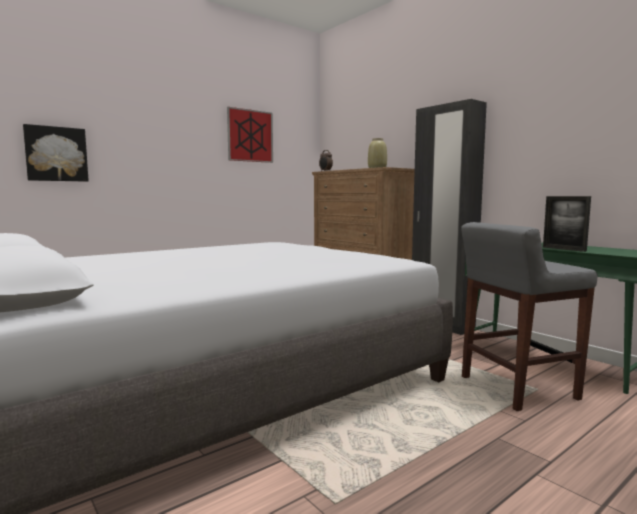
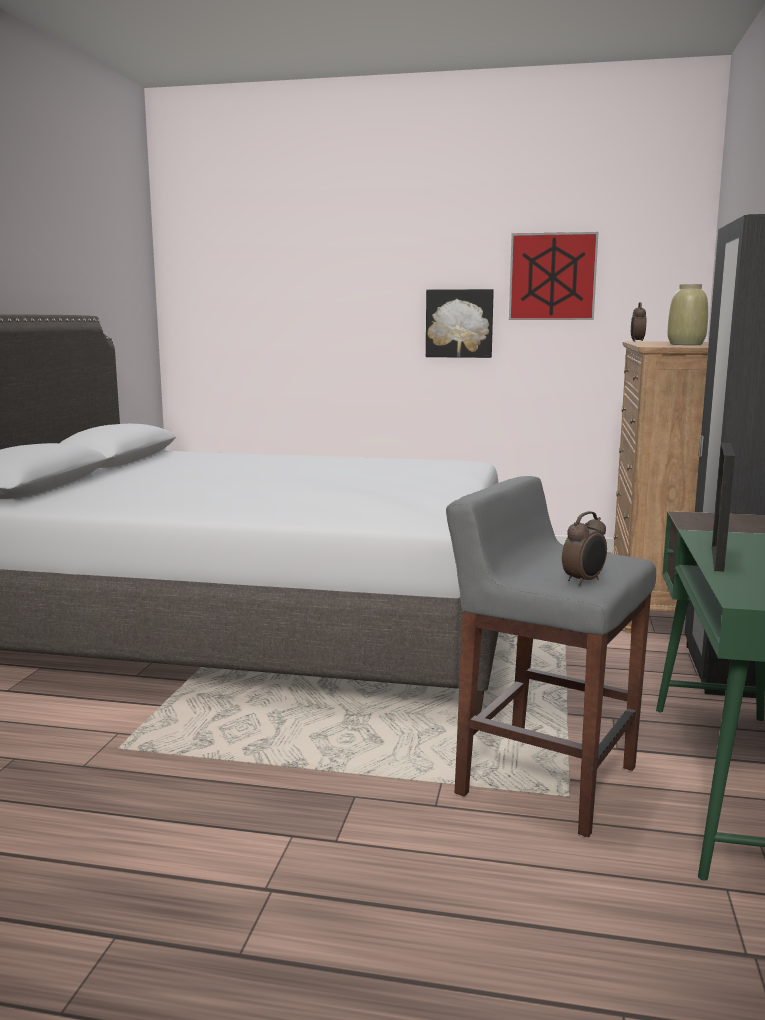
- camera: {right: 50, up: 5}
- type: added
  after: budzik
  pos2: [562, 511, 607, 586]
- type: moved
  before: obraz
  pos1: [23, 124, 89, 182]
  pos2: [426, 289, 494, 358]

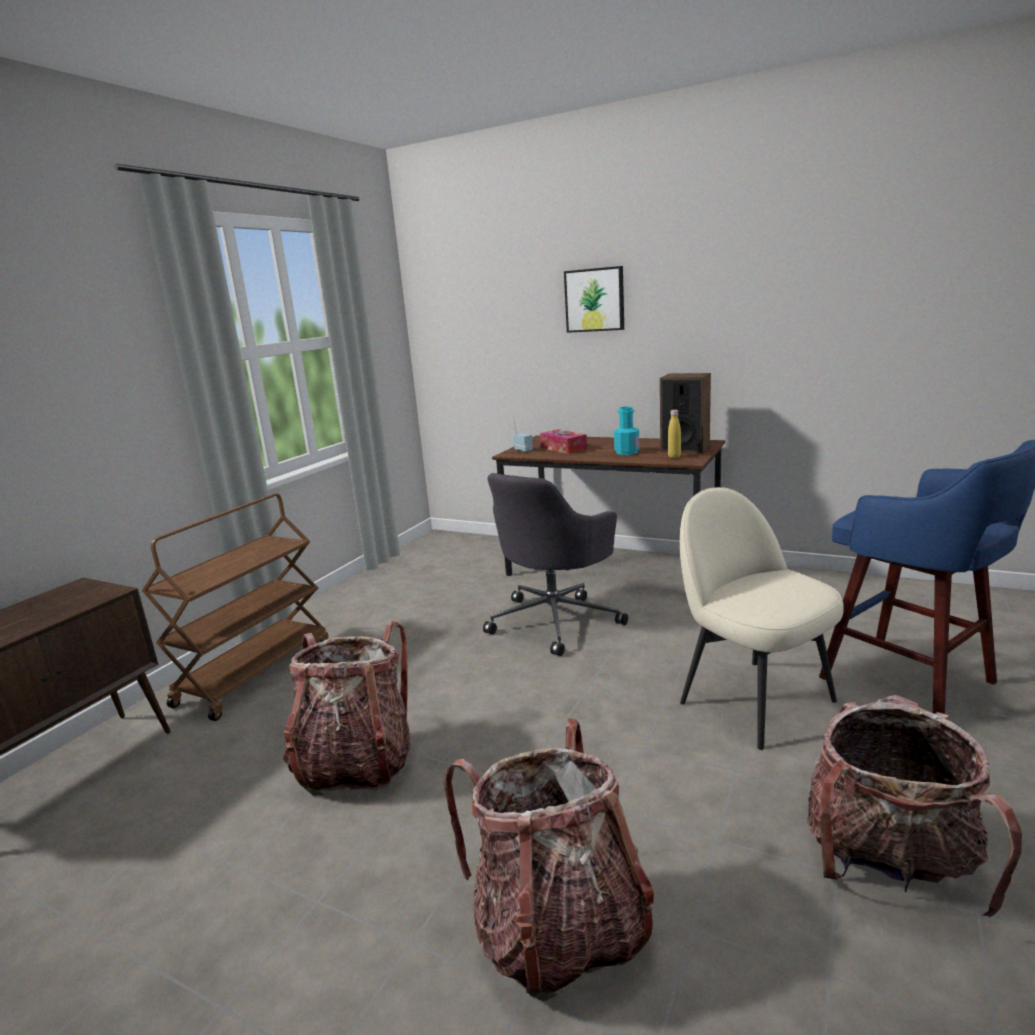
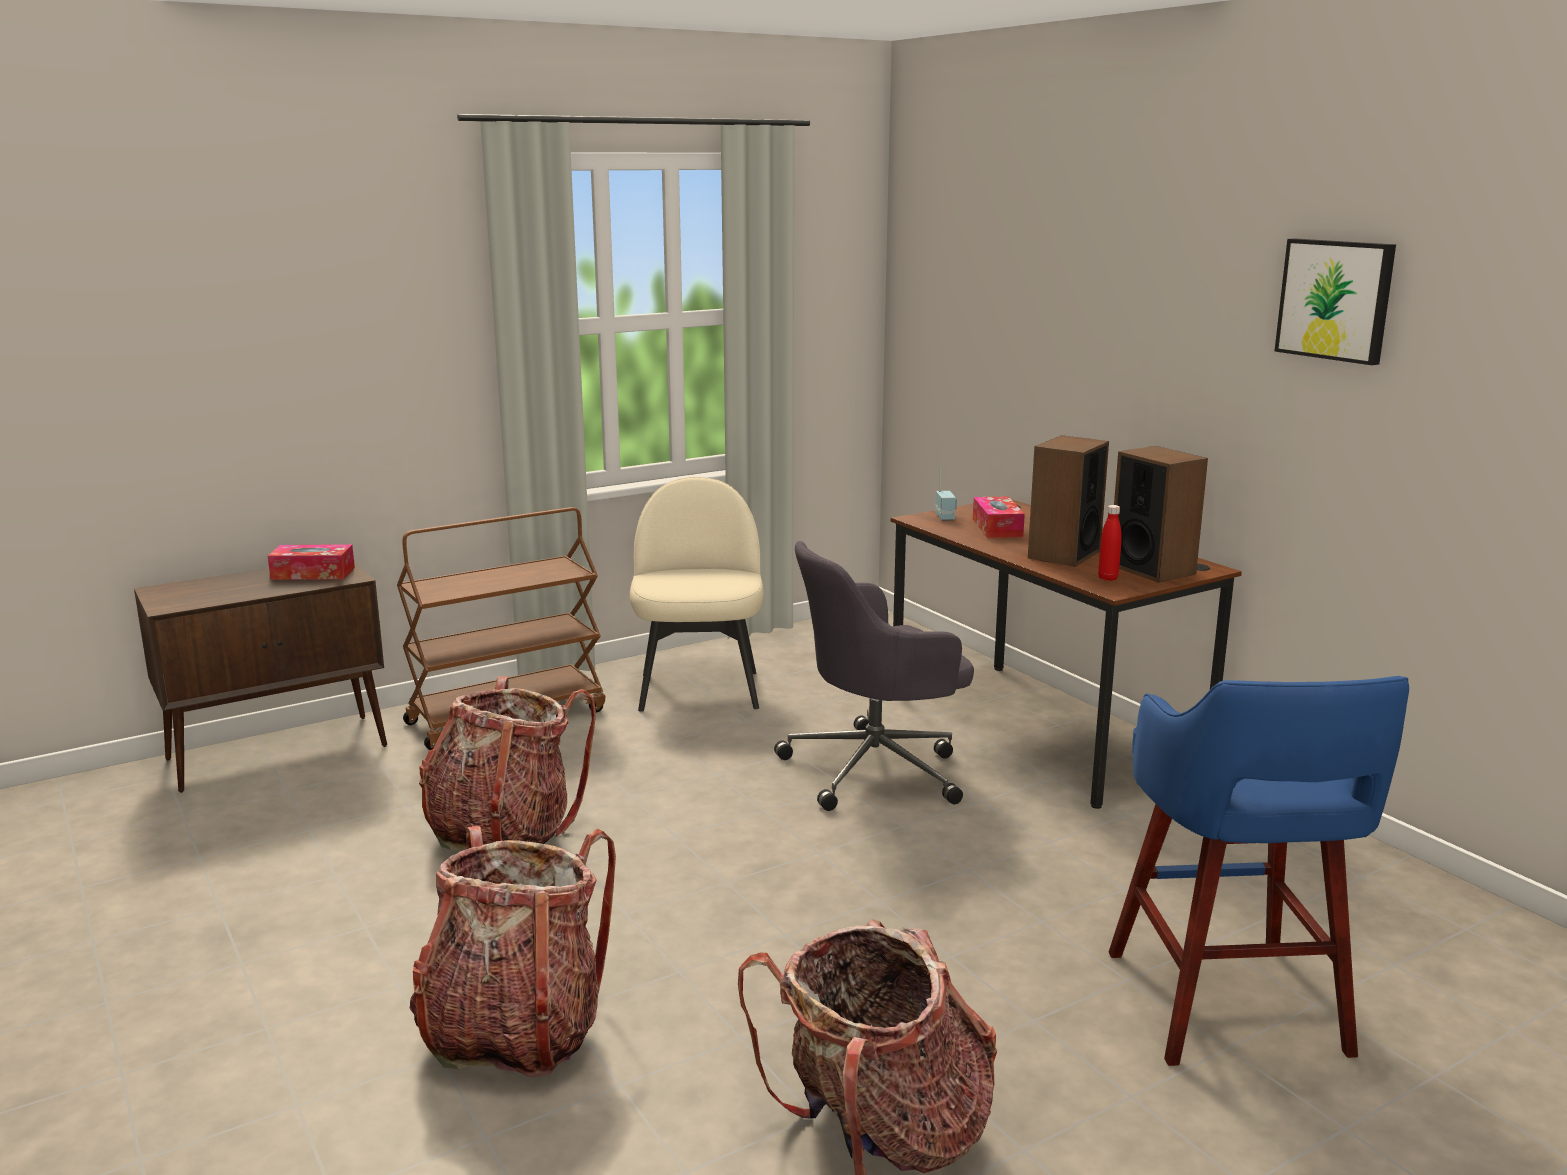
- camera: {right: 30, up: 0}
- type: added
  after: pudełko chusteczek
  pos2: [268, 544, 355, 580]
- type: moved
  before: obraz
  pos1: [564, 266, 624, 333]
  pos2: [1275, 239, 1396, 365]
- type: moved
  before: krzesło [beżowy]
  pos1: [680, 487, 844, 750]
  pos2: [630, 477, 764, 712]
- type: replaced
  before: butelka [turkusowy]
  after: głośnik
  pos1: [614, 406, 639, 455]
  pos2: [1028, 435, 1109, 567]
- type: recoloured
  before: butelka [żółty]
  after: butelka [czerwony]
  pos1: [668, 410, 681, 458]
  pos2: [1098, 505, 1122, 581]

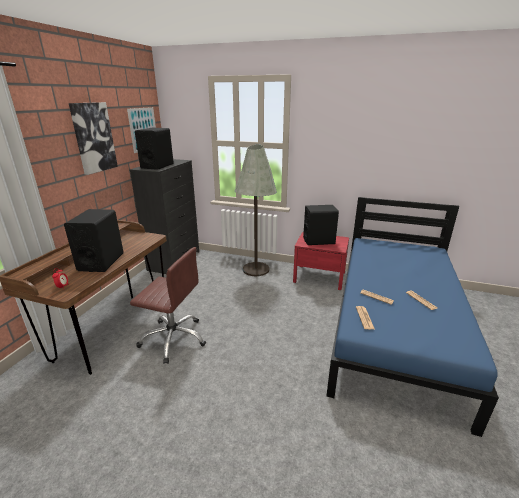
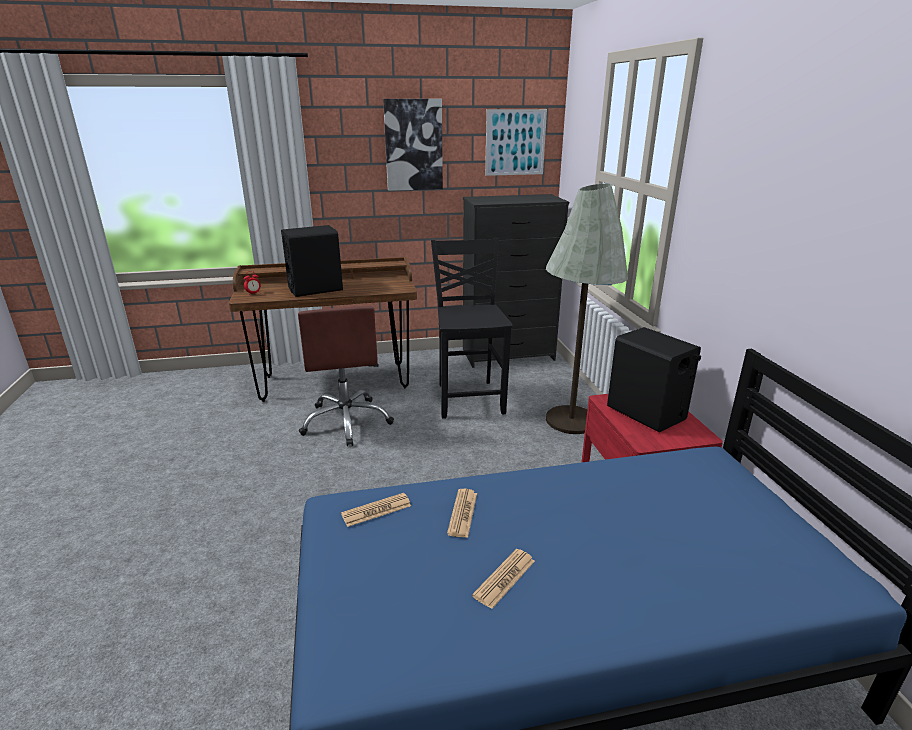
- camera: {right: 60, up: 0}
- type: removed
  before: głośnik [czarny]
  pos1: [135, 128, 174, 170]
- type: added
  after: krzesło [czarny]
  pos2: [431, 238, 513, 419]

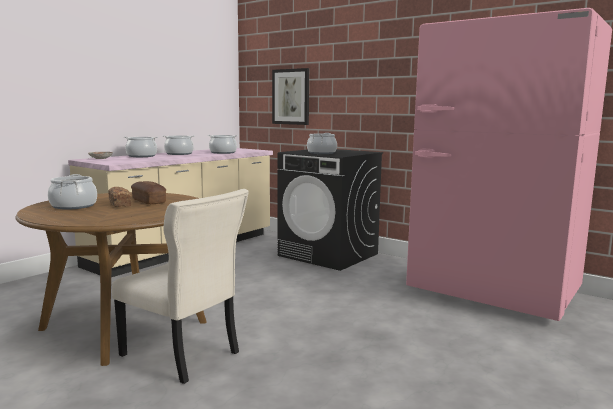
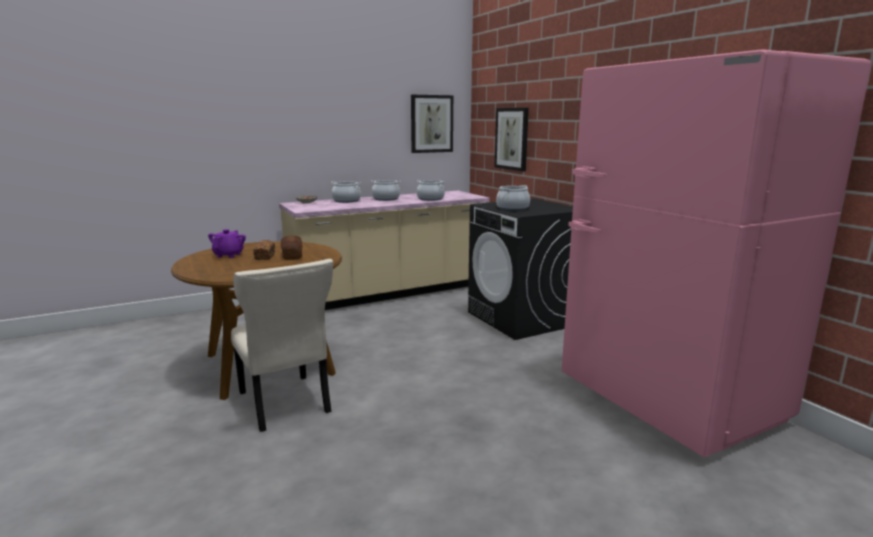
- camera: {right: 25, up: 5}
- type: added
  after: obraz
  pos2: [411, 95, 453, 153]
- type: replaced
  before: garnek
  after: imbryk [fioletowy]
  pos1: [48, 174, 97, 210]
  pos2: [208, 229, 246, 258]

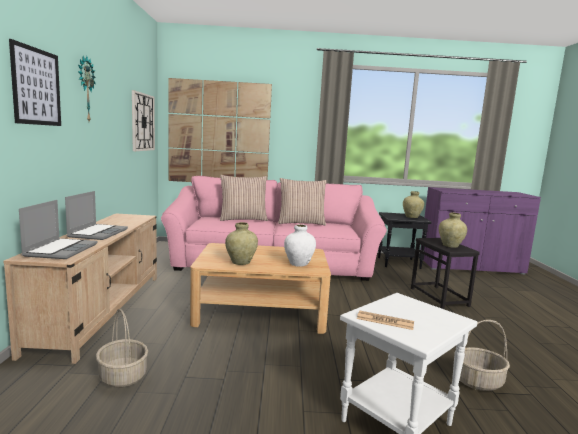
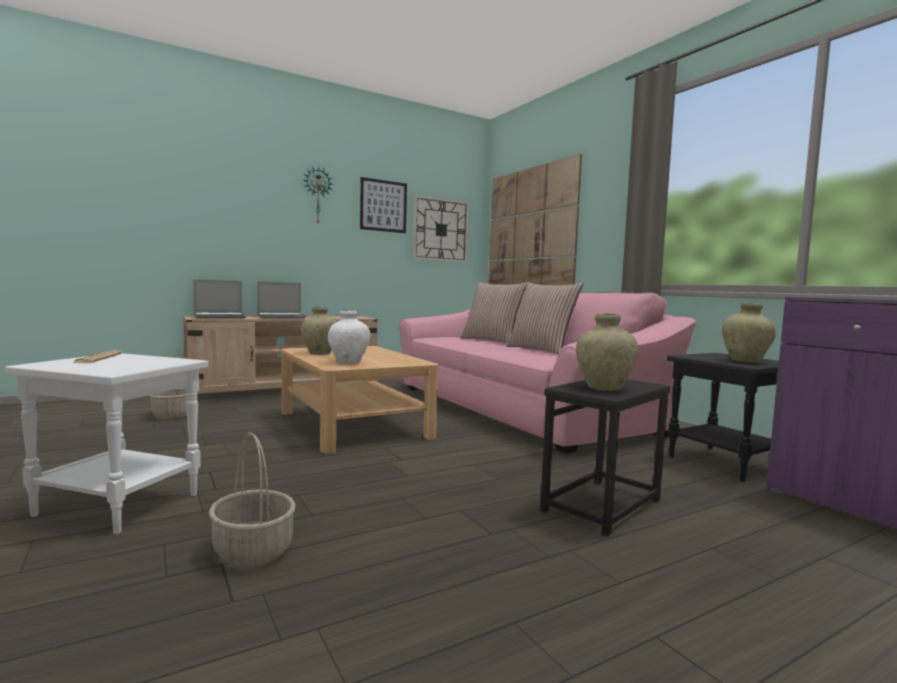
- camera: {right: 60, up: -5}
- type: moved
  before: obraz
  pos1: [9, 39, 61, 126]
  pos2: [360, 177, 407, 233]

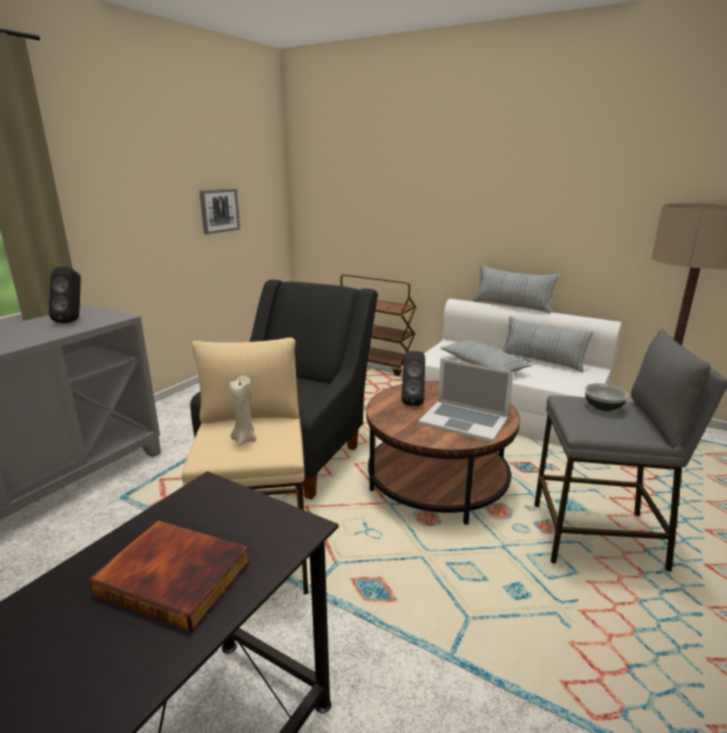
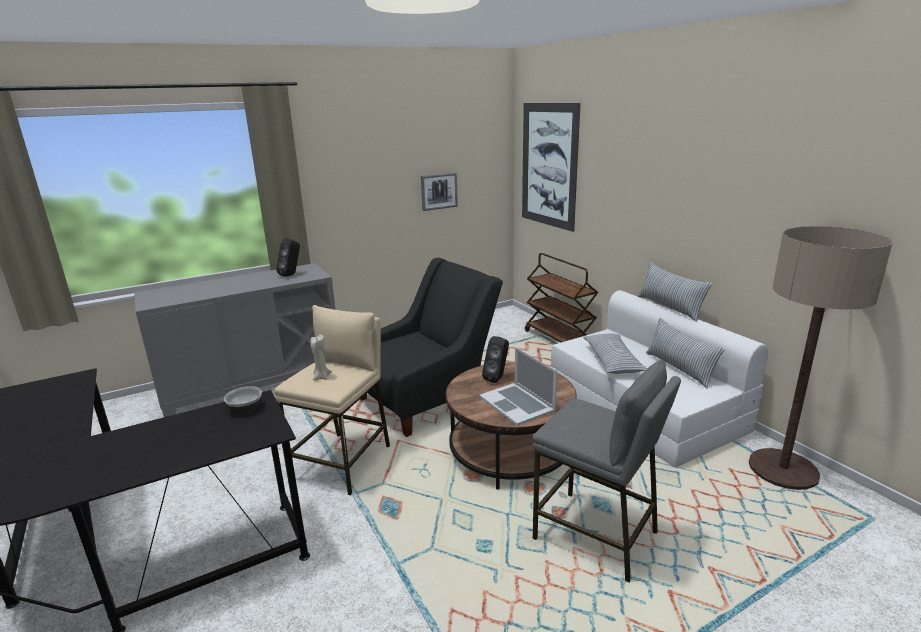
- camera: {right: 30, up: 0}
- type: removed
  before: książka
  pos1: [88, 520, 250, 632]
- type: added
  after: obraz
  pos2: [522, 103, 581, 232]
- type: moved
  before: miska
  pos1: [584, 383, 629, 411]
  pos2: [224, 386, 262, 413]

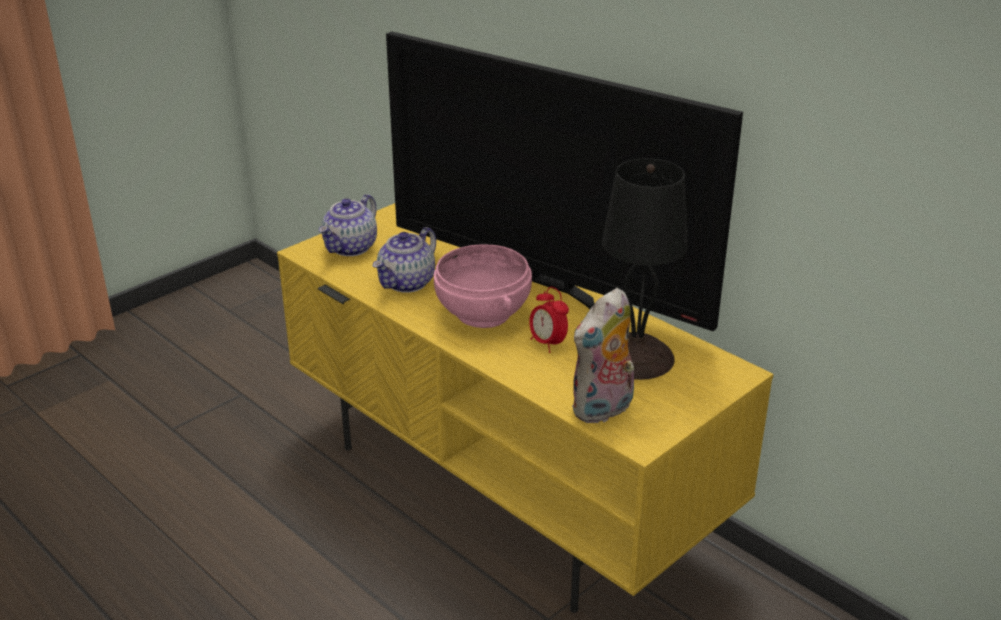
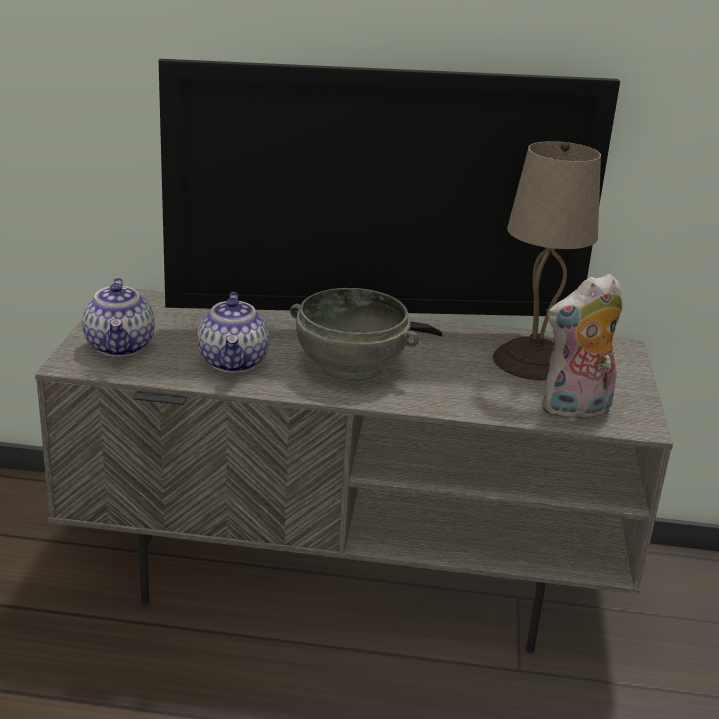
- camera: {right: -40, up: -5}
- type: removed
  before: budzik
  pos1: [529, 287, 569, 353]
- type: recoloured
  before: szafka pod telewizor [żółty]
  after: szafka pod telewizor [szary]
  pos1: [277, 203, 774, 613]
  pos2: [35, 289, 673, 654]
- type: recoloured
  before: miska [różowy]
  after: miska [szary]
  pos1: [434, 244, 532, 328]
  pos2: [290, 288, 419, 381]
- type: recoloured
  before: lampa stołowa [czarny]
  after: lampa stołowa [beżowy]
  pos1: [602, 158, 688, 380]
  pos2: [493, 141, 601, 381]
- type: turned
  before: pluszak
  pos1: [572, 288, 634, 423]
  pos2: [542, 273, 622, 421]
  turn: 60

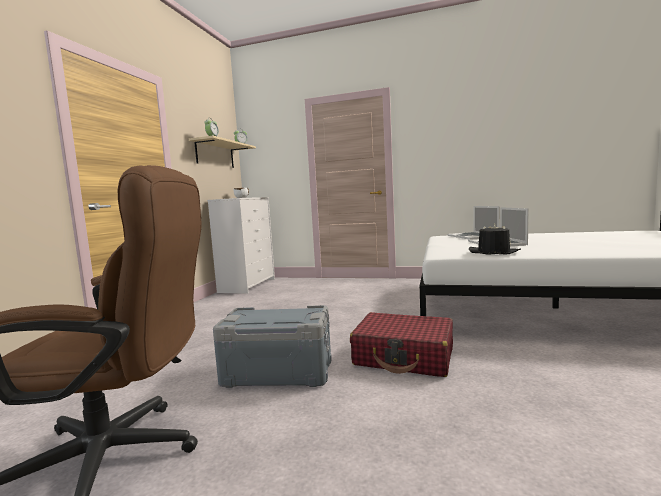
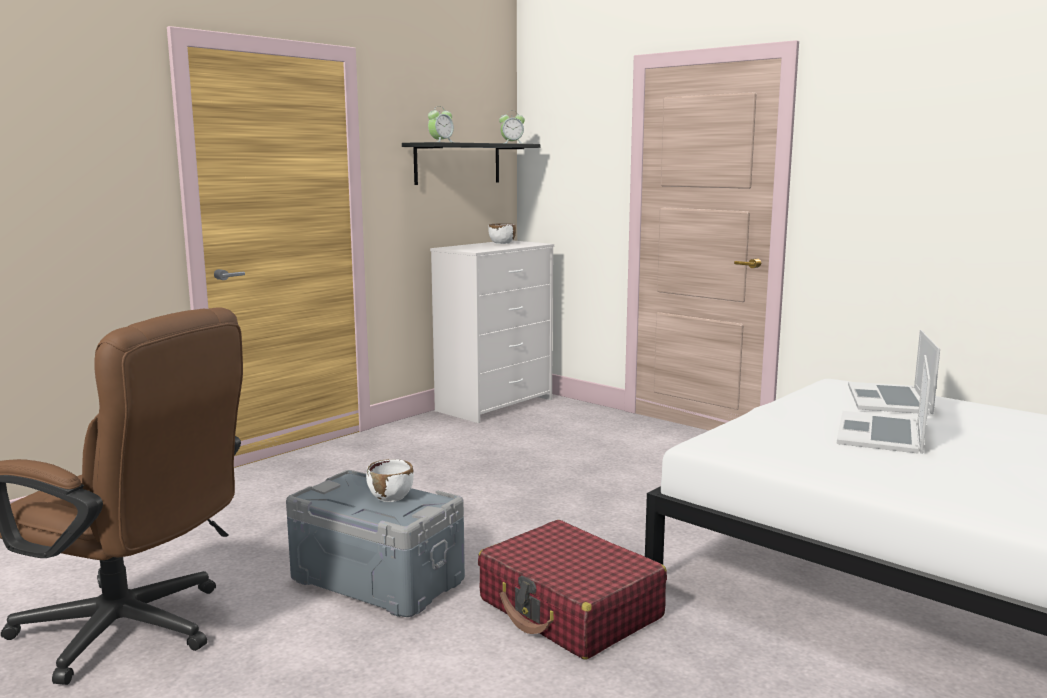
- camera: {right: 25, up: 5}
- type: removed
  before: kapelusz [czarny]
  pos1: [469, 224, 521, 255]
- type: added
  after: miska [biały]
  pos2: [366, 459, 414, 502]
- type: recoloured
  before: półka [beżowy]
  after: półka [czarny]
  pos1: [189, 136, 256, 168]
  pos2: [402, 142, 540, 185]

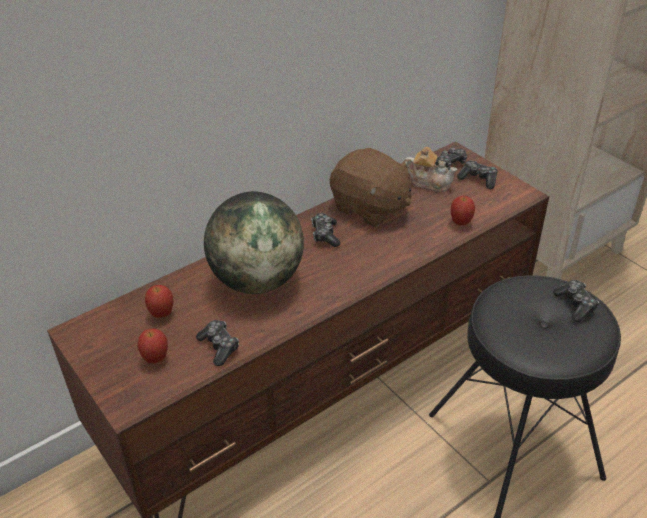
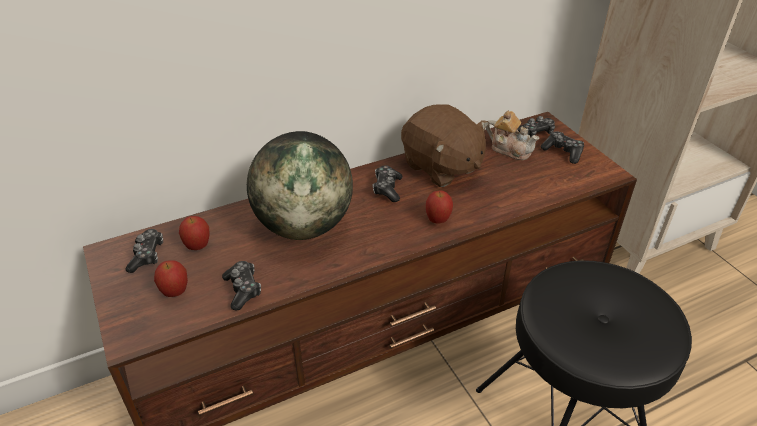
- camera: {right: 10, up: 0}
- type: moved
  before: jabłko
  pos1: [451, 196, 475, 226]
  pos2: [426, 191, 453, 224]
- type: moved
  before: pad do gier
  pos1: [553, 280, 599, 322]
  pos2: [126, 229, 163, 273]

